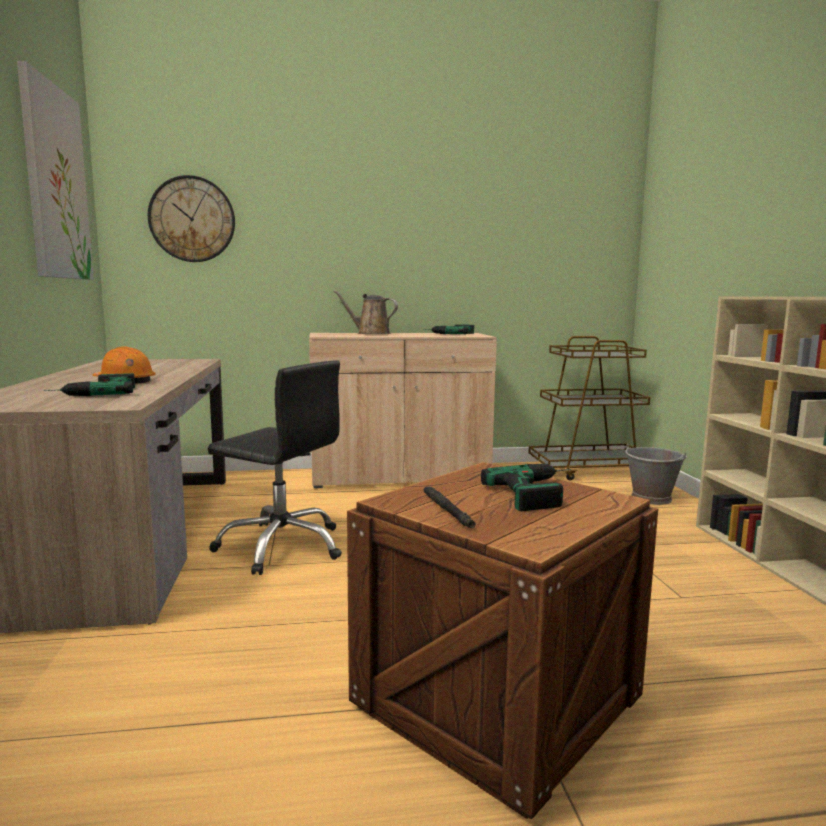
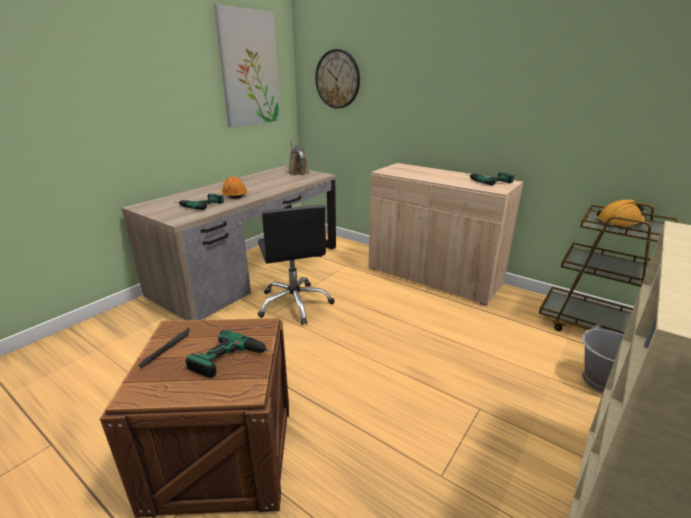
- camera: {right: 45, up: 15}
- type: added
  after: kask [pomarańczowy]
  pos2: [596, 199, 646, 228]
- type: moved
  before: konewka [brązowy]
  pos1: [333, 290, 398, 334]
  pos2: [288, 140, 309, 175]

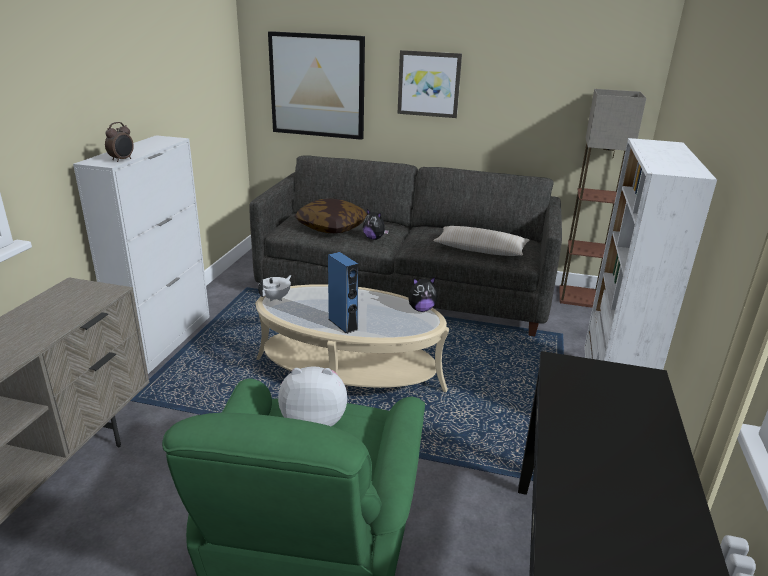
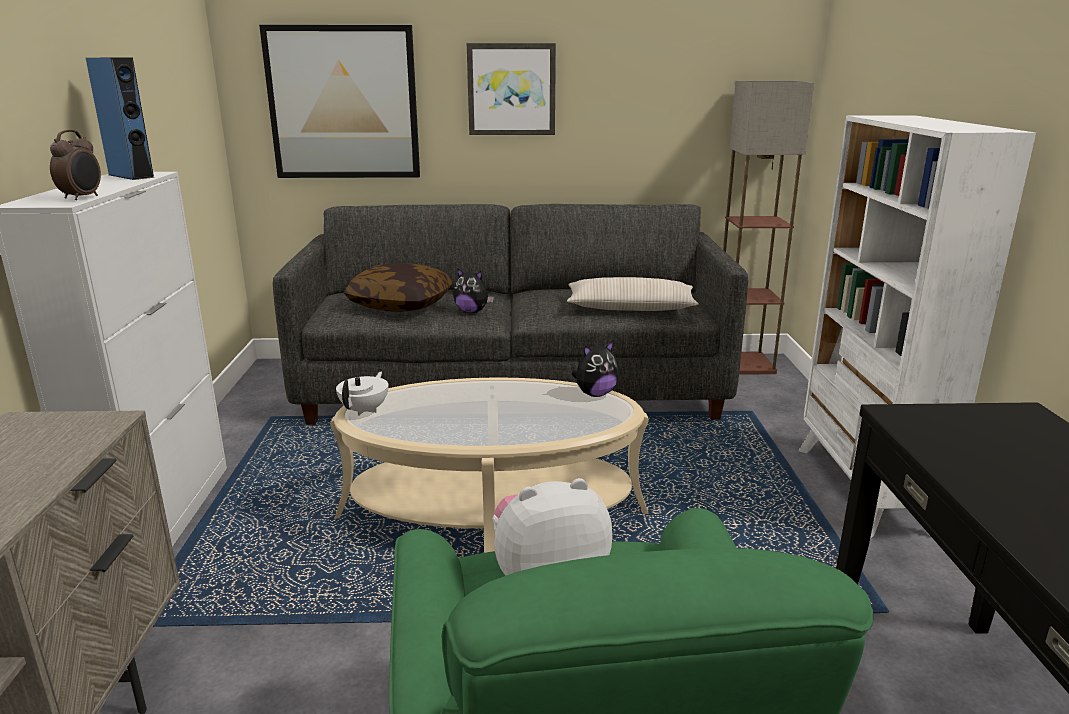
- camera: {right: -15, up: -5}
- type: moved
  before: głośnik [niebieski]
  pos1: [328, 252, 358, 334]
  pos2: [86, 58, 155, 180]

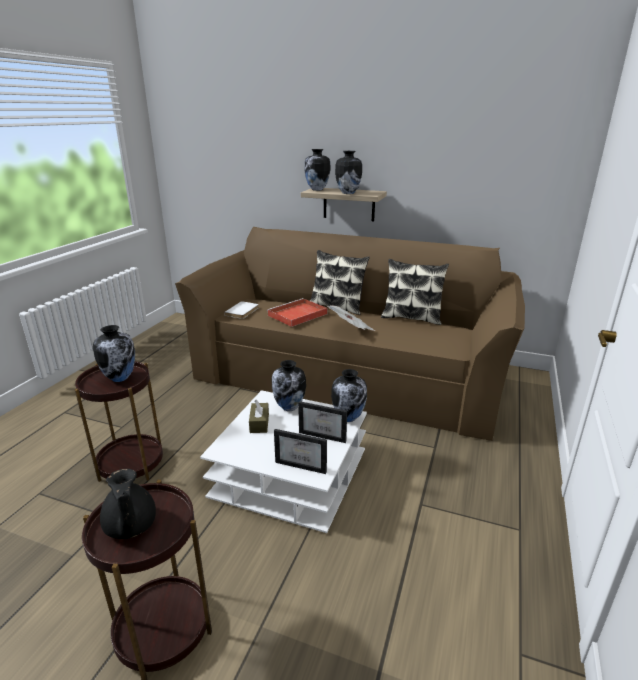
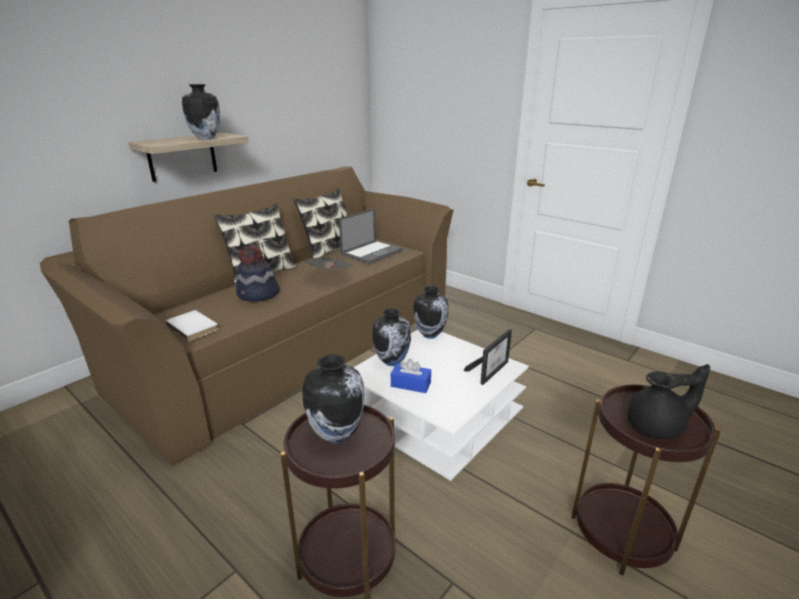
- camera: {right: -70, up: 0}
- type: removed
  before: ramka na zdjęcie
  pos1: [298, 401, 347, 443]
- type: removed
  before: wazon
  pos1: [304, 149, 330, 191]
- type: added
  after: laptop
  pos2: [339, 208, 403, 264]
- type: replaced
  before: taca [czerwony]
  after: kapelusz
  pos1: [267, 298, 328, 327]
  pos2: [236, 245, 280, 302]
- type: recoloured
  before: pudełko chusteczek [brązowy]
  after: pudełko chusteczek [niebieski]
  pos1: [249, 400, 269, 433]
  pos2: [391, 359, 431, 393]

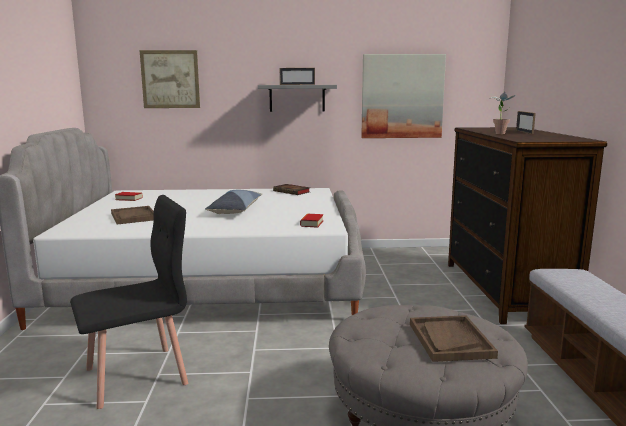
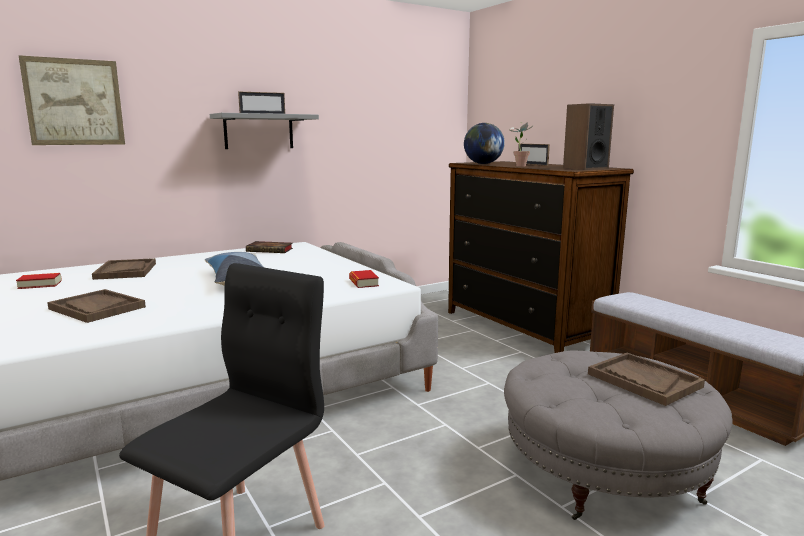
- camera: {right: -30, up: 0}
- type: removed
  before: obraz
  pos1: [361, 54, 446, 138]
- type: added
  after: taca [brązowy]
  pos2: [92, 258, 156, 280]
- type: added
  after: globus
  pos2: [464, 123, 505, 164]
- type: added
  after: głośnik
  pos2: [563, 103, 614, 170]

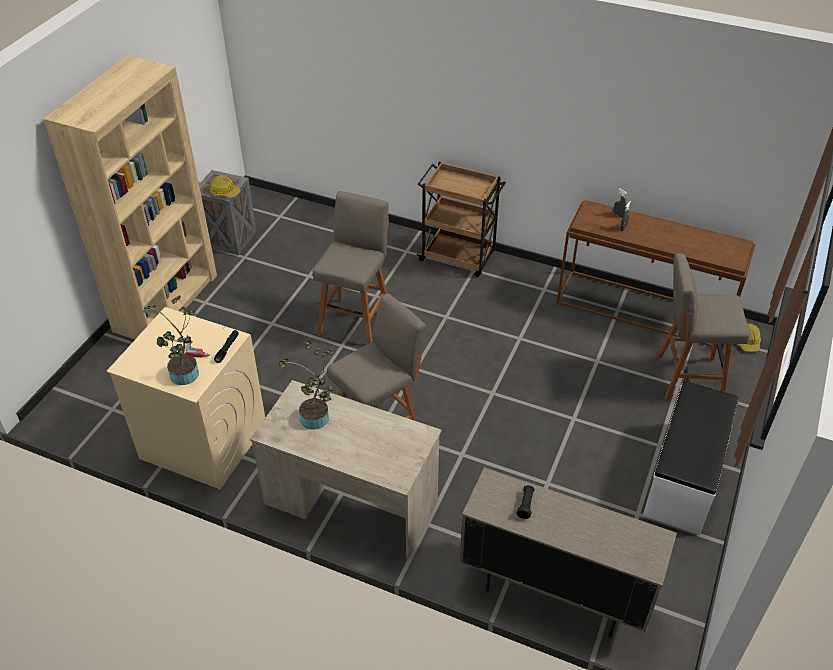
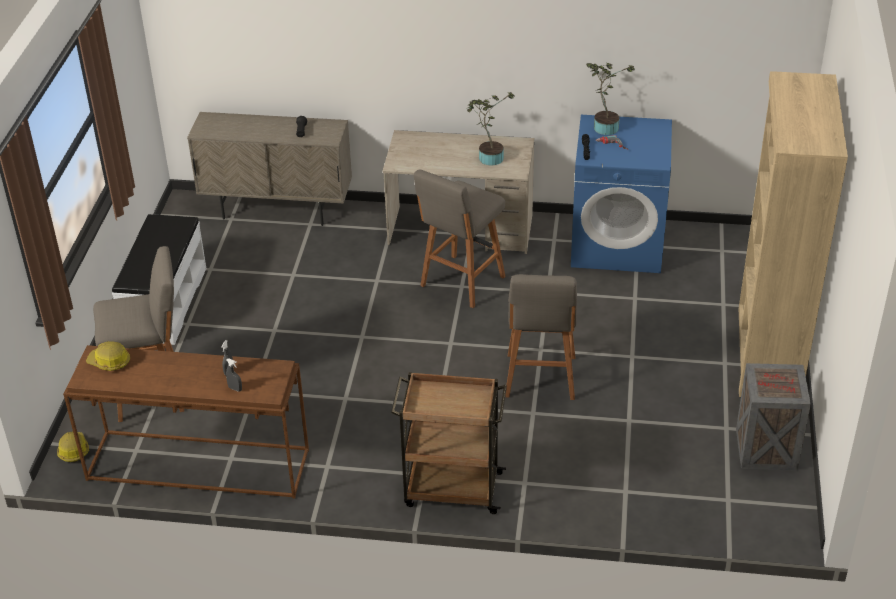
- camera: {right: 165, up: -5}
- type: moved
  before: kask
  pos1: [210, 175, 241, 198]
  pos2: [86, 341, 130, 371]
- type: recoloured
  before: pralka [beżowy]
  after: pralka [niebieski]
  pos1: [107, 307, 265, 489]
  pos2: [571, 115, 672, 273]

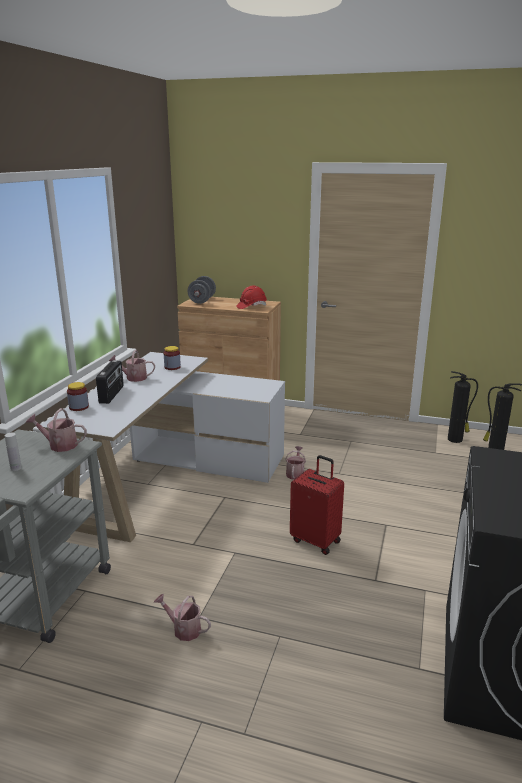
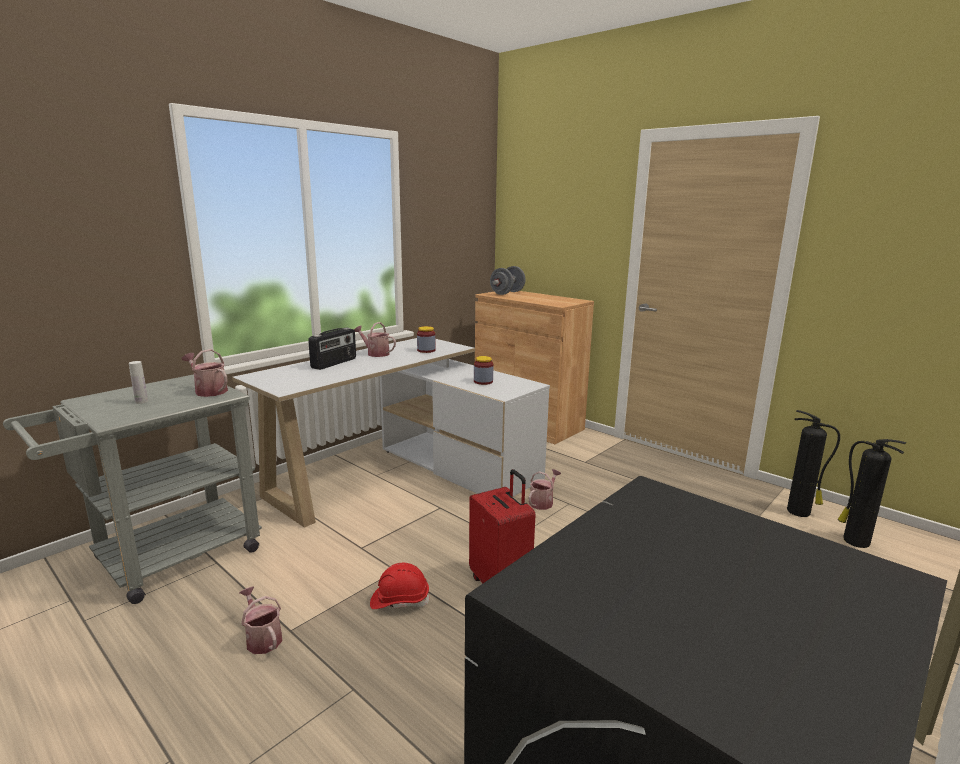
- camera: {right: 25, up: -5}
- type: moved
  before: słoik
  pos1: [67, 382, 89, 411]
  pos2: [474, 356, 493, 385]
- type: moved
  before: kask [czerwony]
  pos1: [236, 286, 267, 309]
  pos2: [370, 563, 430, 609]

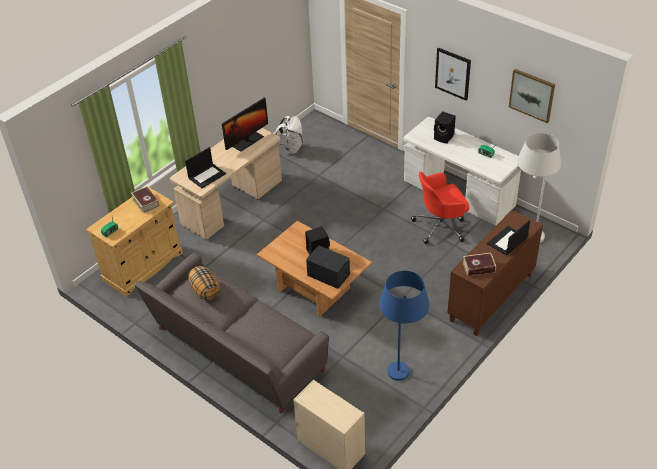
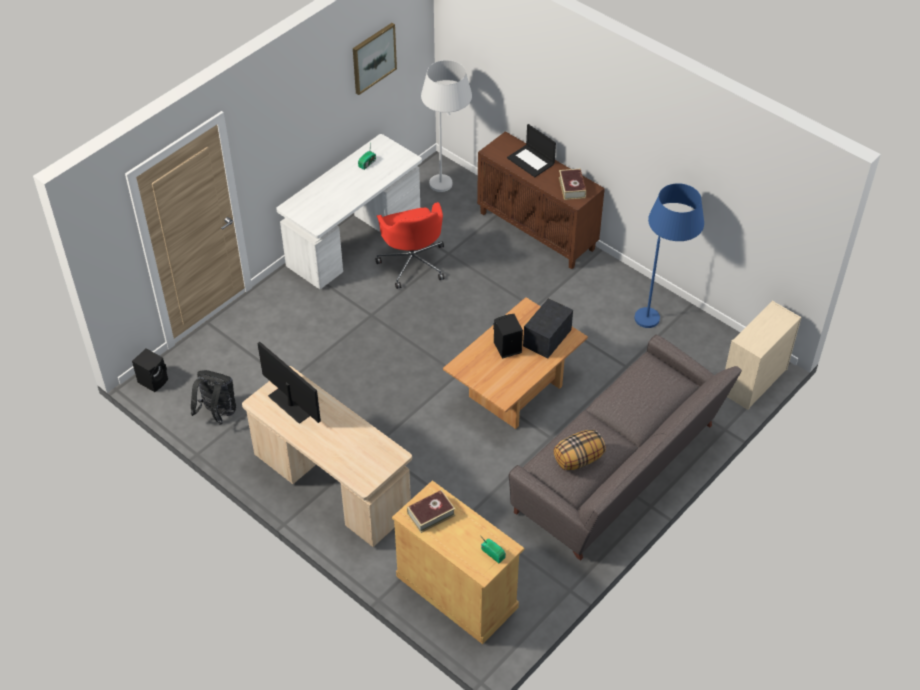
- camera: {right: -90, up: 5}
- type: removed
  before: laptop
  pos1: [185, 147, 226, 188]
- type: removed
  before: obraz
  pos1: [435, 48, 471, 101]
- type: moved
  before: głośnik [czarny]
  pos1: [434, 111, 456, 144]
  pos2: [132, 348, 168, 392]
- type: recoloured
  before: plecak [biały]
  after: plecak [czarny]
  pos1: [275, 116, 303, 155]
  pos2: [191, 370, 236, 425]

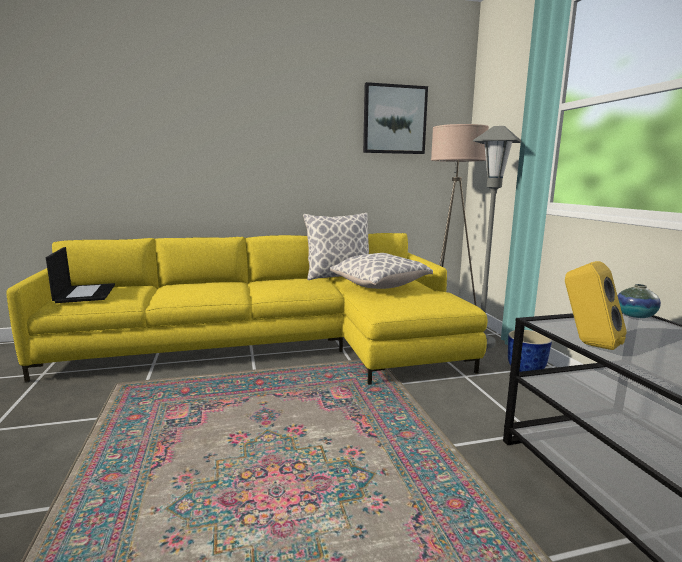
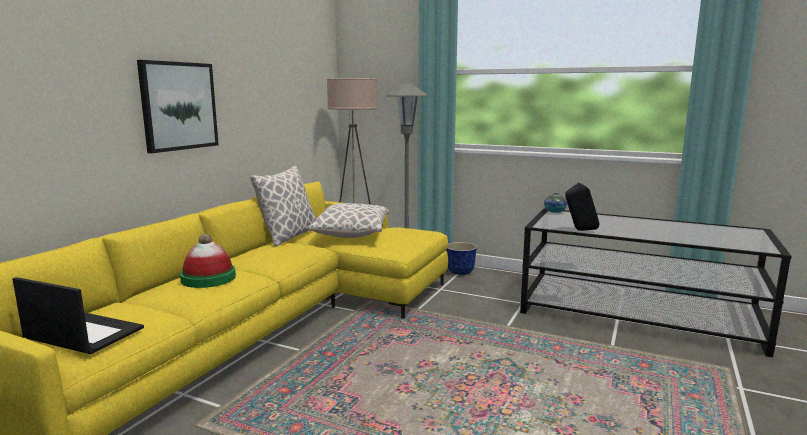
- camera: {right: -50, up: 0}
- type: added
  after: kapelusz
  pos2: [180, 234, 236, 288]
- type: moved
  before: obraz
  pos1: [363, 82, 428, 154]
  pos2: [137, 60, 218, 153]
- type: recoloured
  before: głośnik [żółty]
  after: głośnik [czarny]
  pos1: [565, 261, 627, 350]
  pos2: [565, 183, 600, 231]

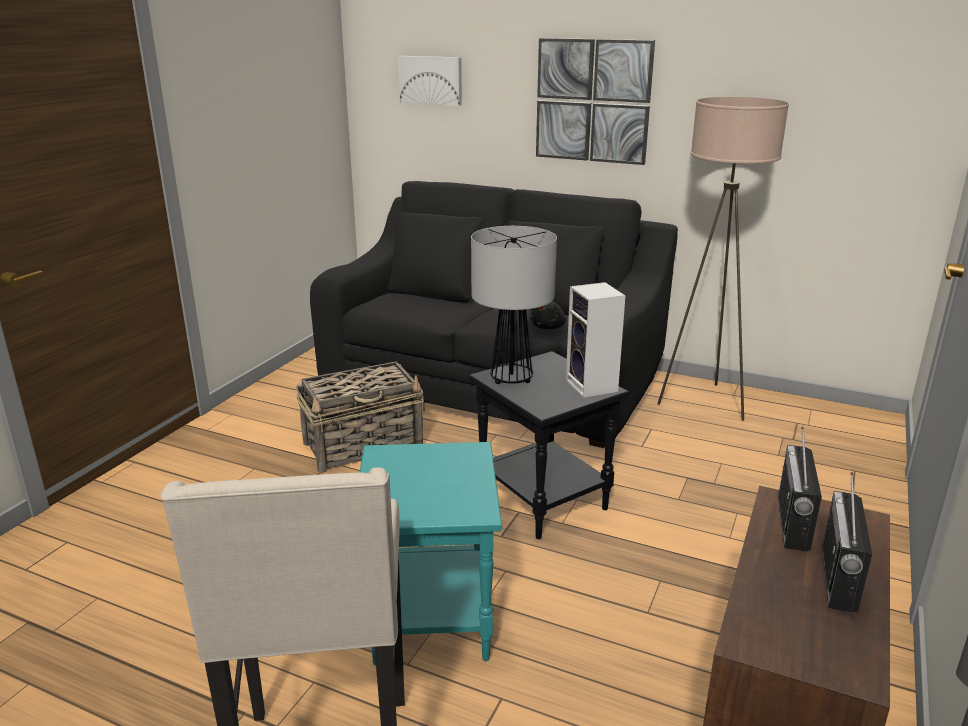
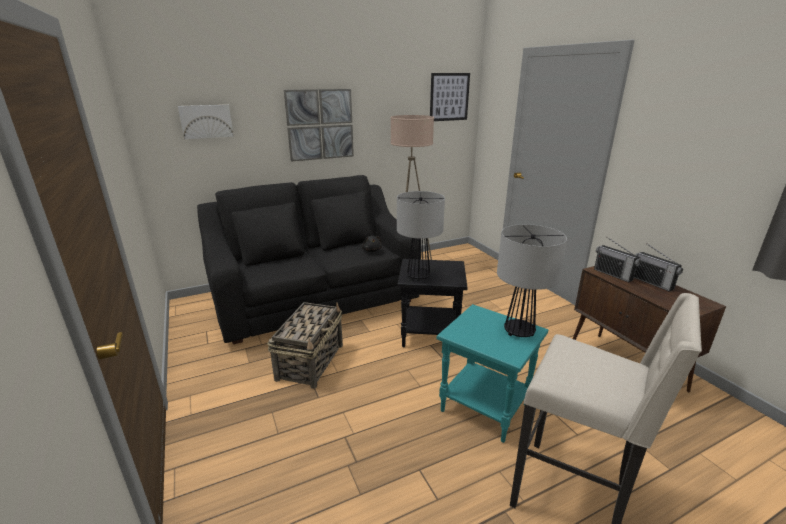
- camera: {right: -50, up: 0}
- type: removed
  before: głośnik
  pos1: [566, 282, 626, 398]
- type: added
  after: obraz
  pos2: [430, 73, 470, 121]
- type: added
  after: lampa stołowa
  pos2: [497, 224, 567, 337]

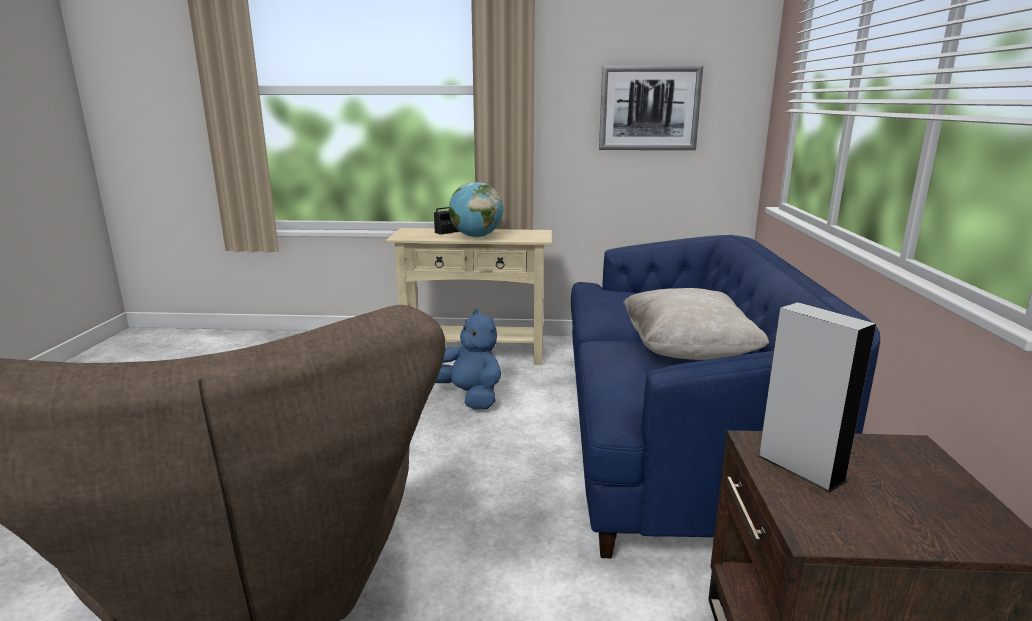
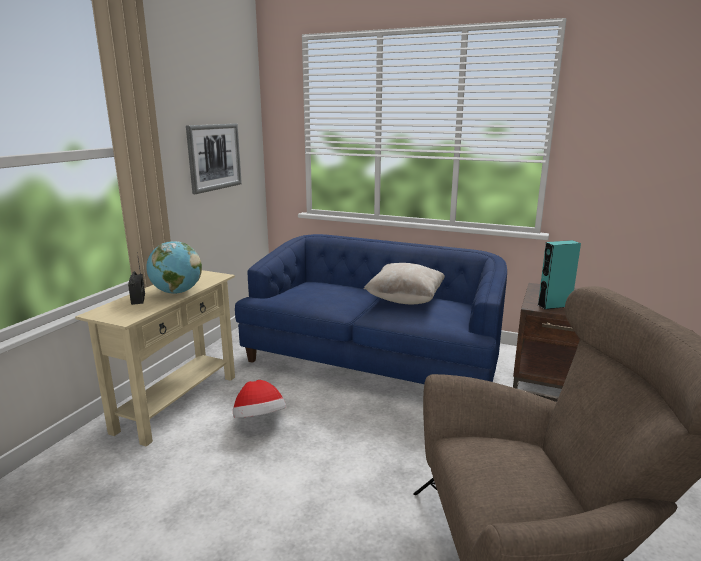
- camera: {right: -70, up: 0}
- type: replaced
  before: pluszak [niebieski]
  after: kapelusz
  pos1: [435, 309, 501, 409]
  pos2: [233, 380, 286, 418]
- type: recoloured
  before: głośnik [szary]
  after: głośnik [turkusowy]
  pos1: [757, 302, 876, 492]
  pos2: [538, 240, 581, 310]

